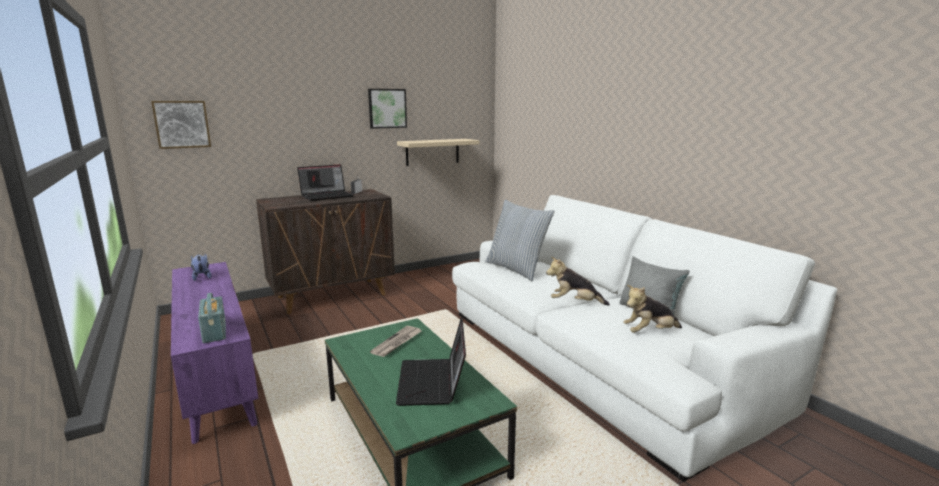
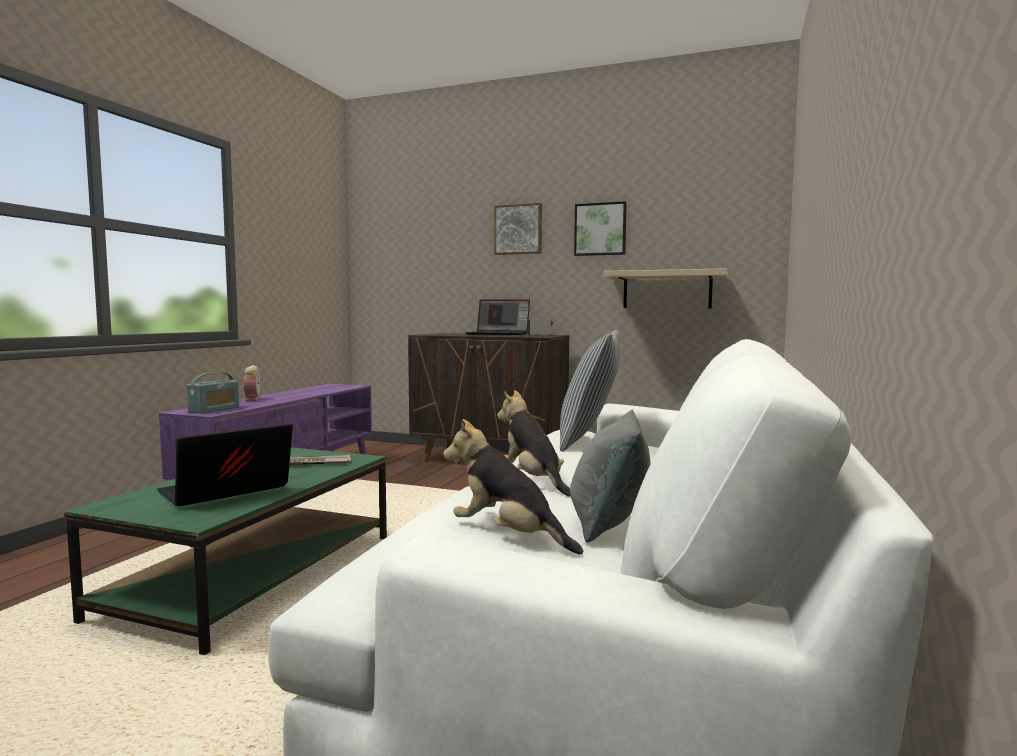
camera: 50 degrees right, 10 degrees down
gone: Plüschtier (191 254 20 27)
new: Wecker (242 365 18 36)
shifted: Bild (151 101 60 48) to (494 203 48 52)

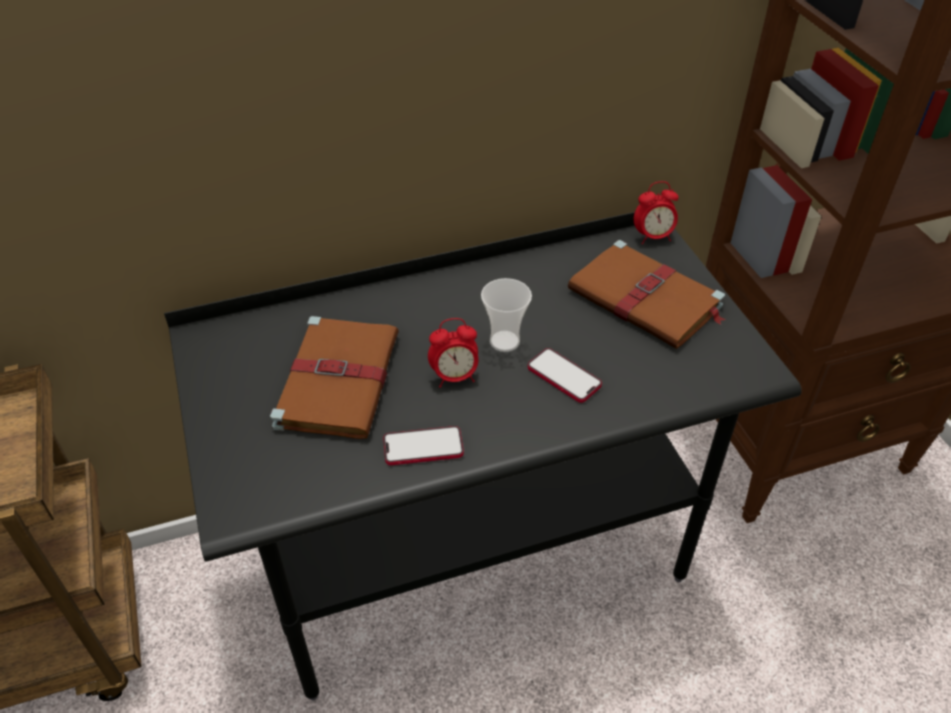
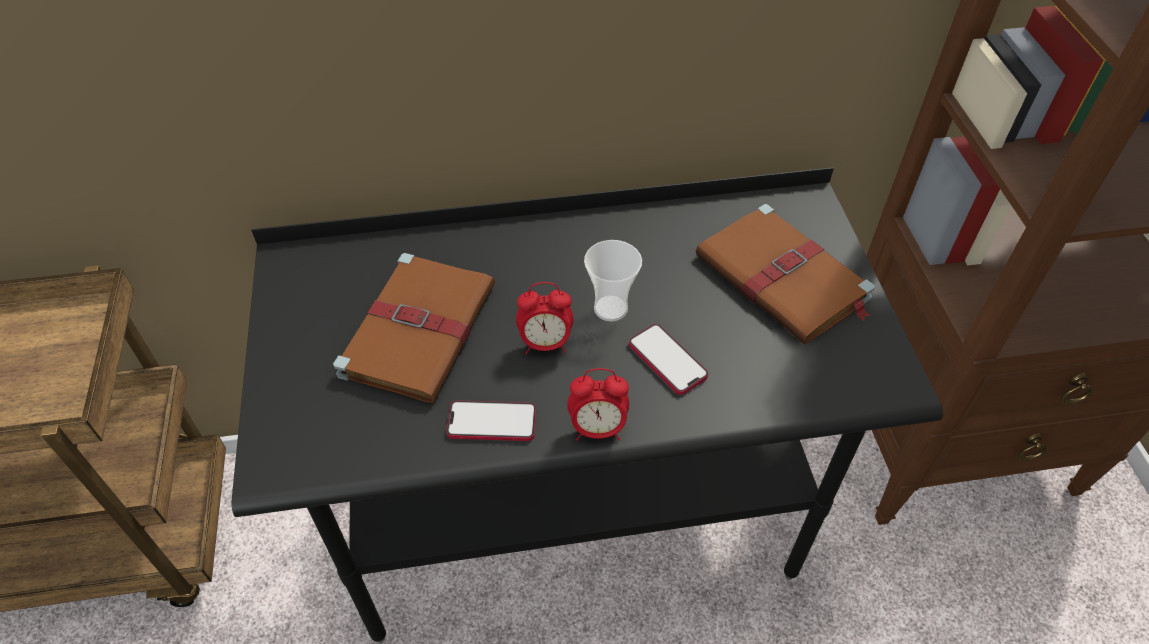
camera: 10 degrees right, 5 degrees up
shifted: Wecker (634 181 45 63) to (567 368 62 73)

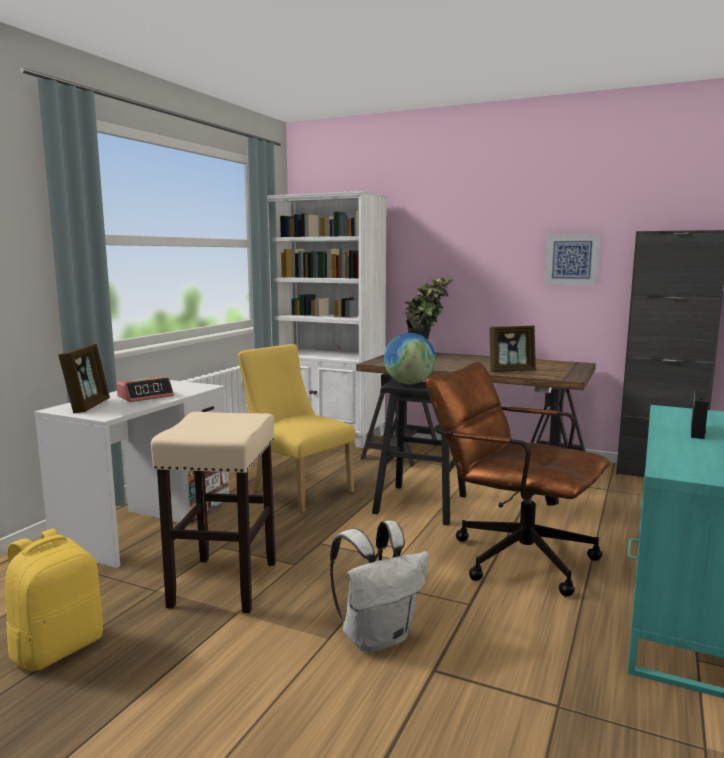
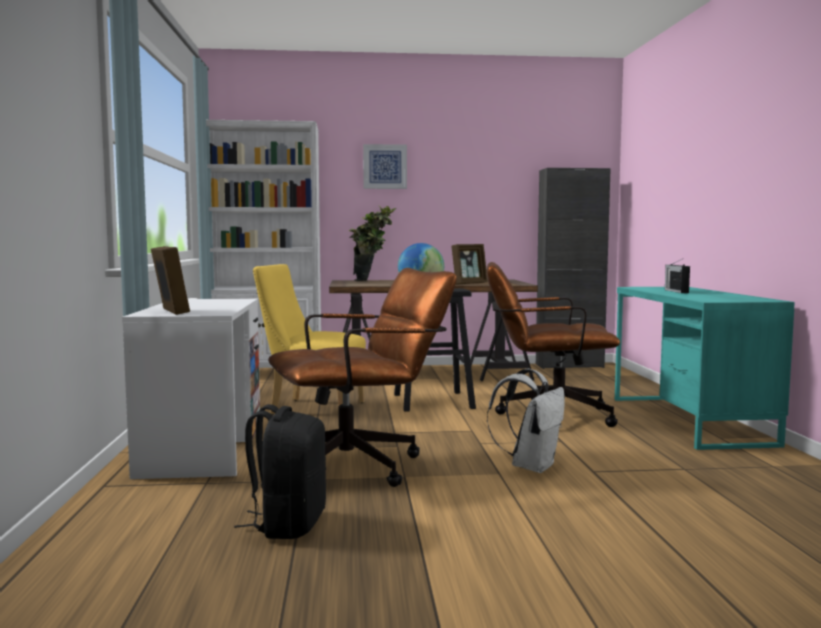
camera: 30 degrees left, 5 degrees down
gone: Wecker (117 377 57 25)
shifted: Bild (544 233 57 53) to (363 144 44 45)
swapped: Hocker/beige (151 412 125 201) to Bürostuhl/braun (268 268 189 219)
repainted: Rucksack/gelb (5 529 98 142) to Rucksack/schwarz (234 404 92 135)

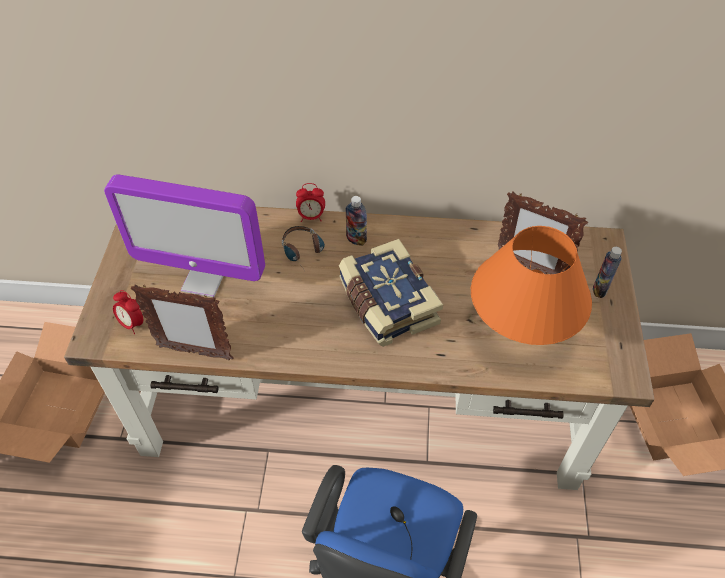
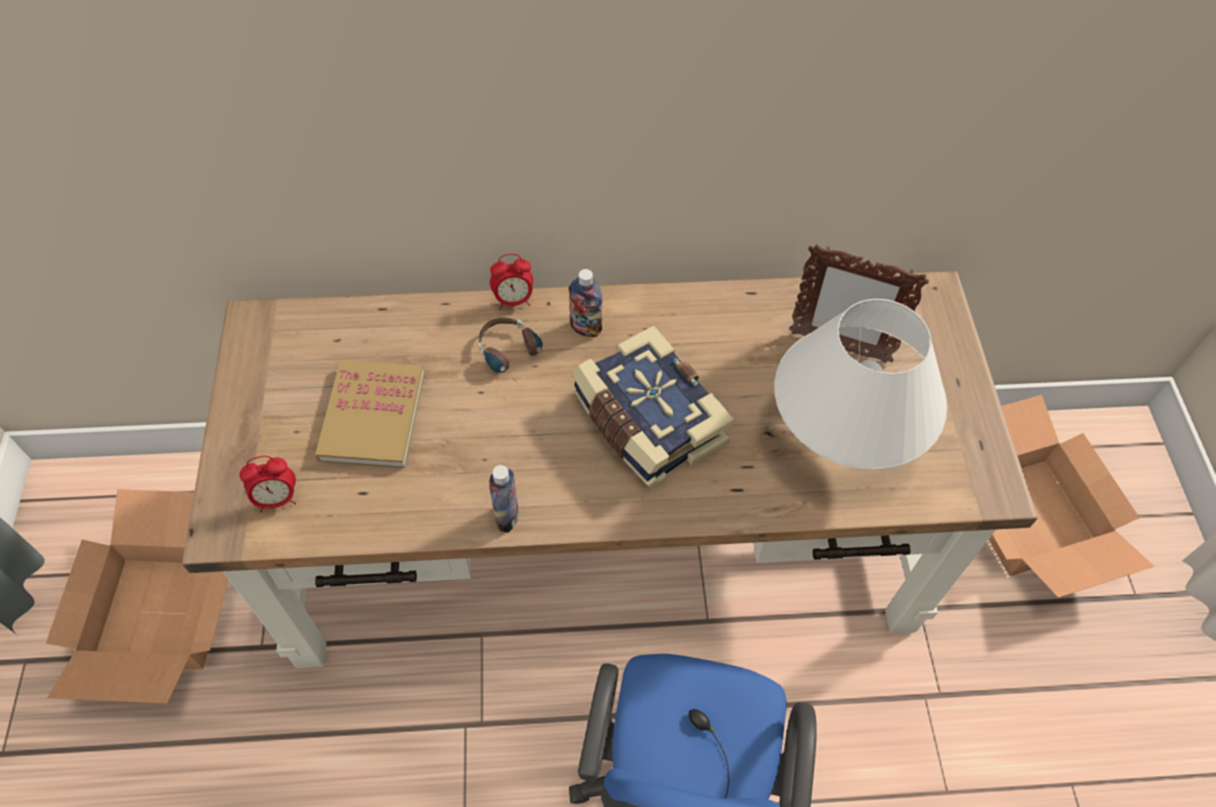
camera: 10 degrees left, 5 degrees up
gone: Bilderrahmen (130 285 104 76)
shifted: Flasche (593 247 29 51) to (489 465 30 68)
swapped: Monitor (104 174 161 123) to Buch (315 360 109 108)
repainted: Tischlampe/orange (471 226 121 119) to Tischlampe/weiß (774 299 173 171)
rotated: Wecker (113 290 30 44) = (239 456 57 57) 45 degrees counterclockwise

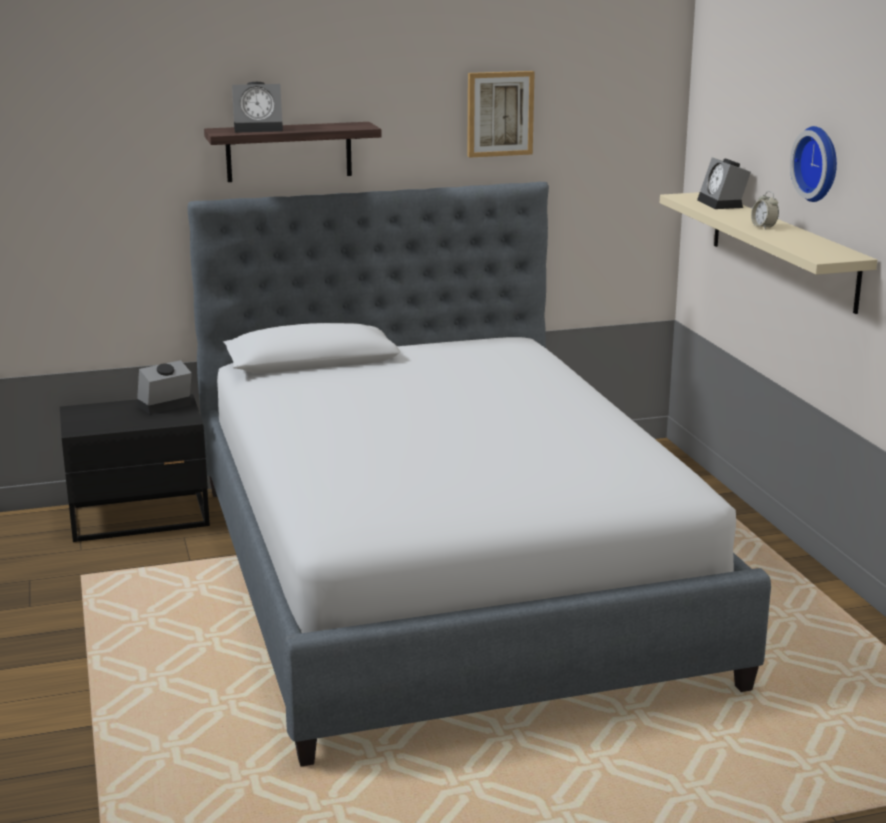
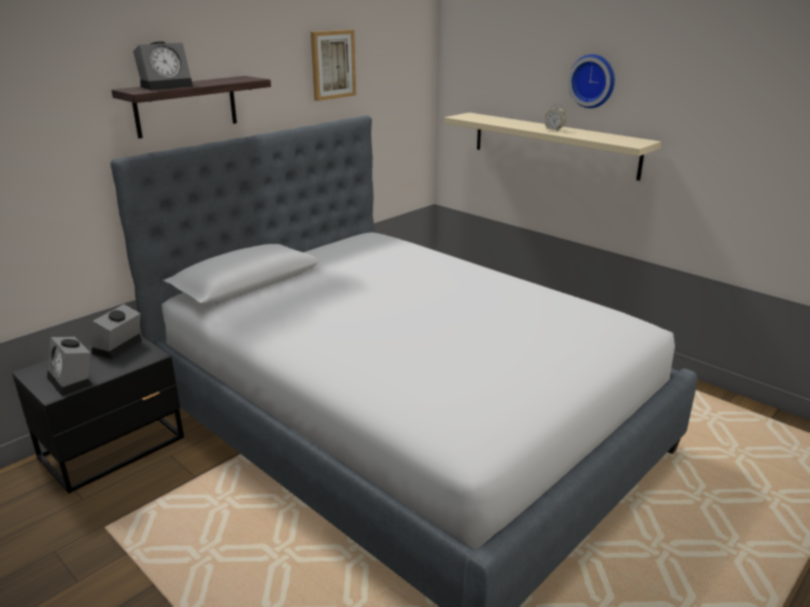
camera: 30 degrees left, 5 degrees up
shifted: Wecker (697 157 54 52) to (47 337 45 59)

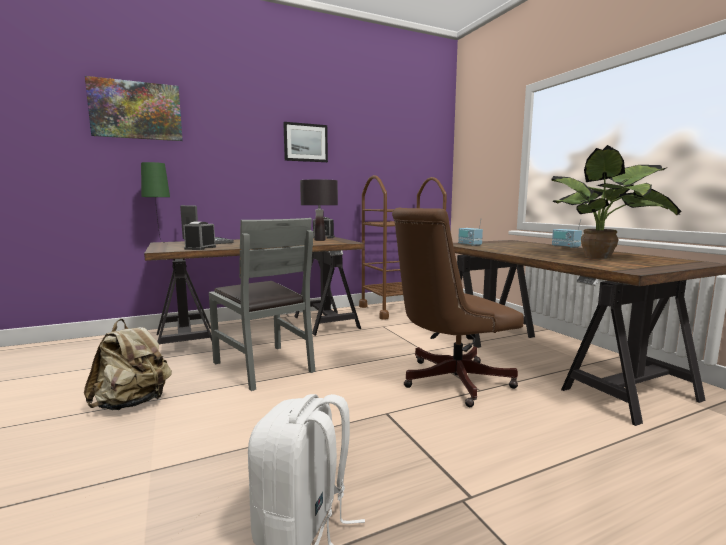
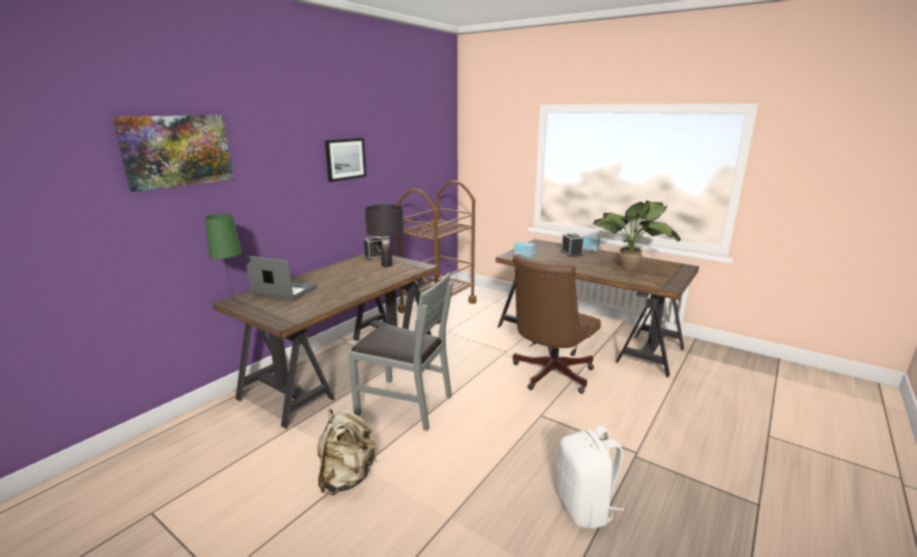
camera: 30 degrees left, 10 degrees up
shifted: Wecker (183 222 33 28) to (561 233 23 24)

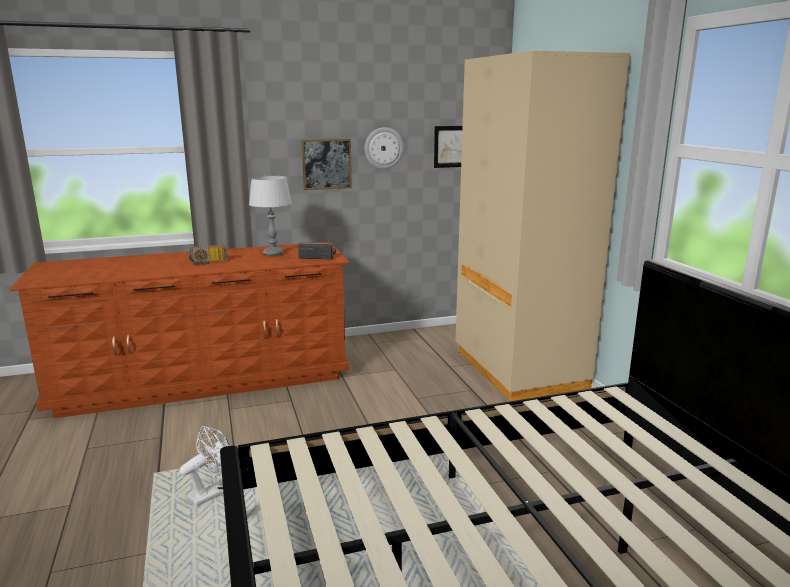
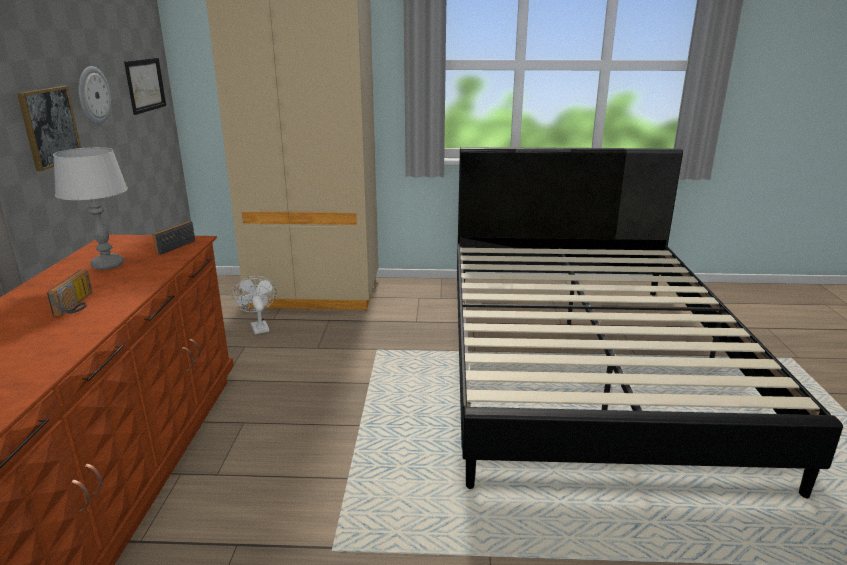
camera: 70 degrees left, 5 degrees up
shifted: Ventilator/weiß (180 426 51 80) to (233 276 43 58)

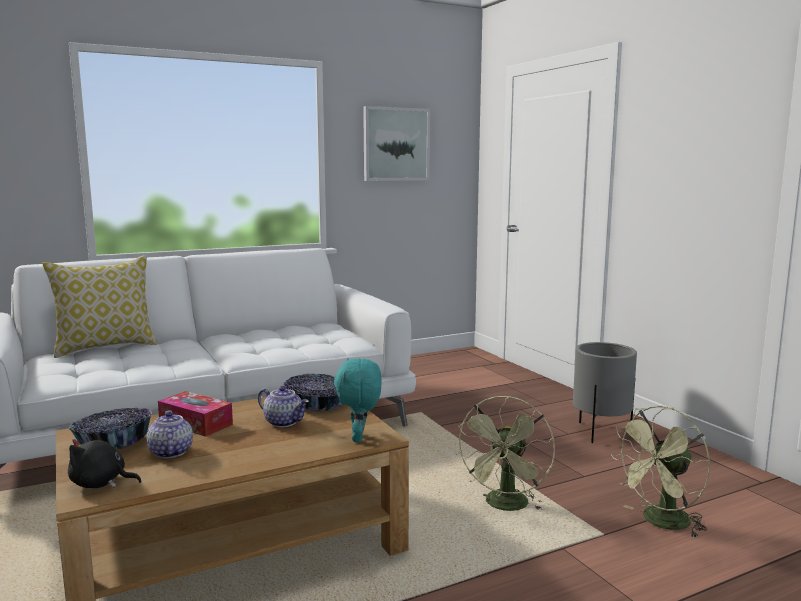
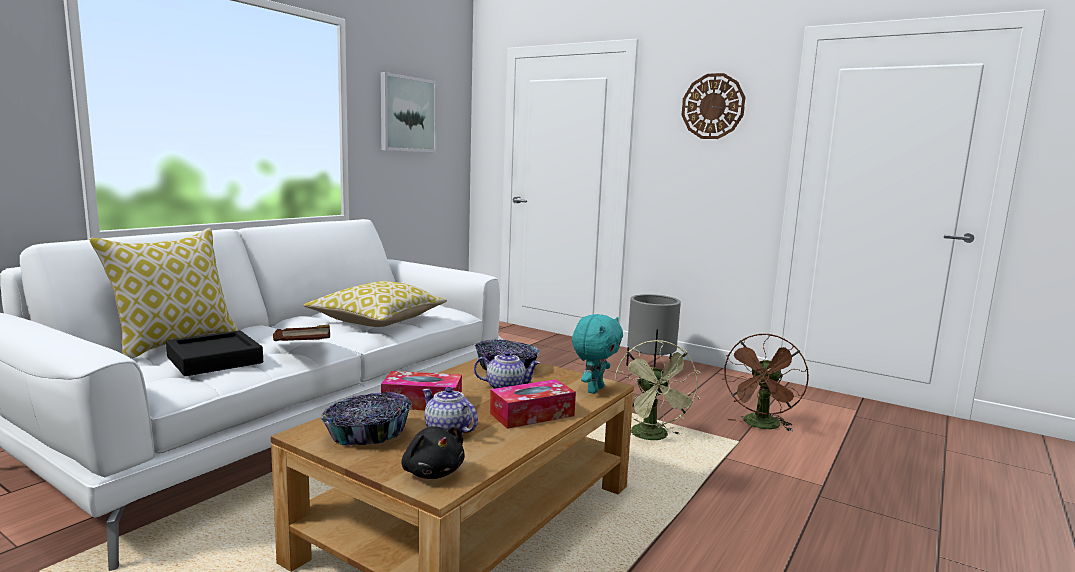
camera: 30 degrees left, 0 degrees up
new: Tablett/schwarz (166 330 97 46); Buch/braun (273 324 57 17); Kissen (304 281 143 46); Taschentuchbox (490 379 86 50); Wanduhr (682 73 63 66)
repainted: Ventilator/grün (611 406 99 133) to Ventilator/braun (723 334 86 98)
rotated: Plüschtier/schwarz (68 431 74 57) = (402 426 63 53) 105 degrees counterclockwise; Plüschtier/türkis (334 358 47 85) = (572 314 51 80) 120 degrees counterclockwise

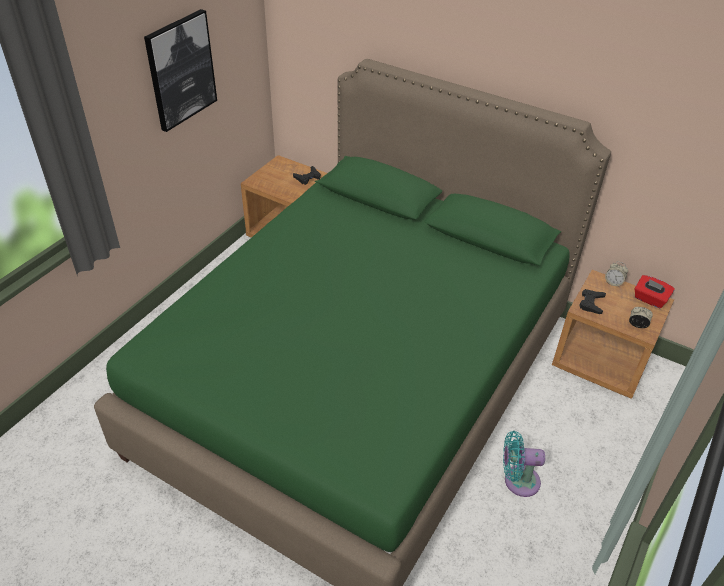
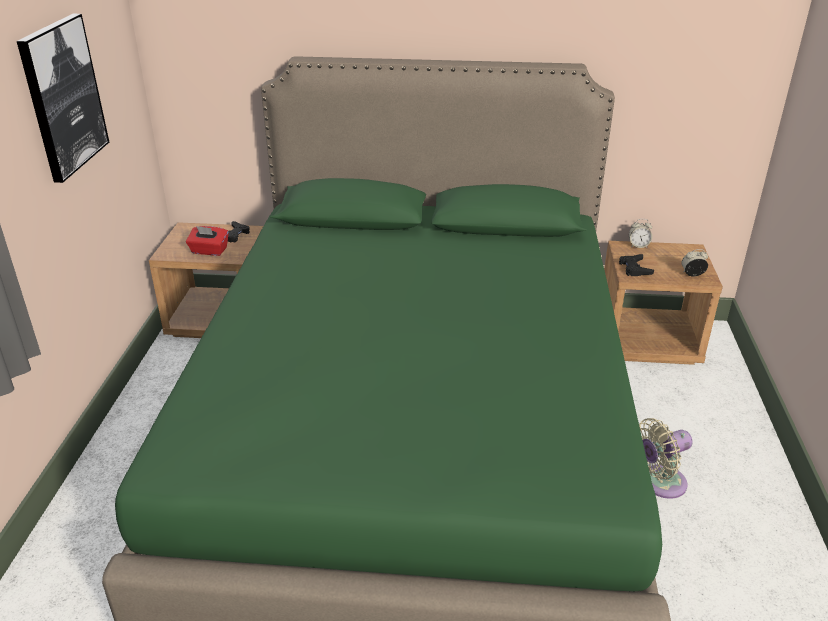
camera: 25 degrees left, 10 degrees down
shifted: Taschentuchbox/rot (634 275 41 33) to (186 226 43 30)
repainted: Ventilator/türkis (503 431 42 66) to Ventilator/beige (639 418 54 81)

